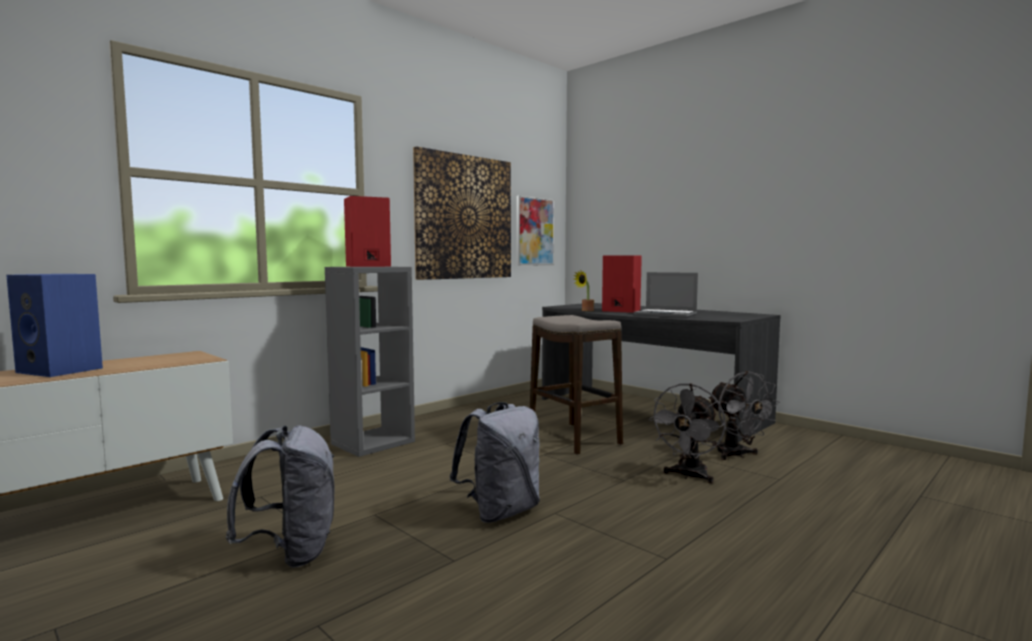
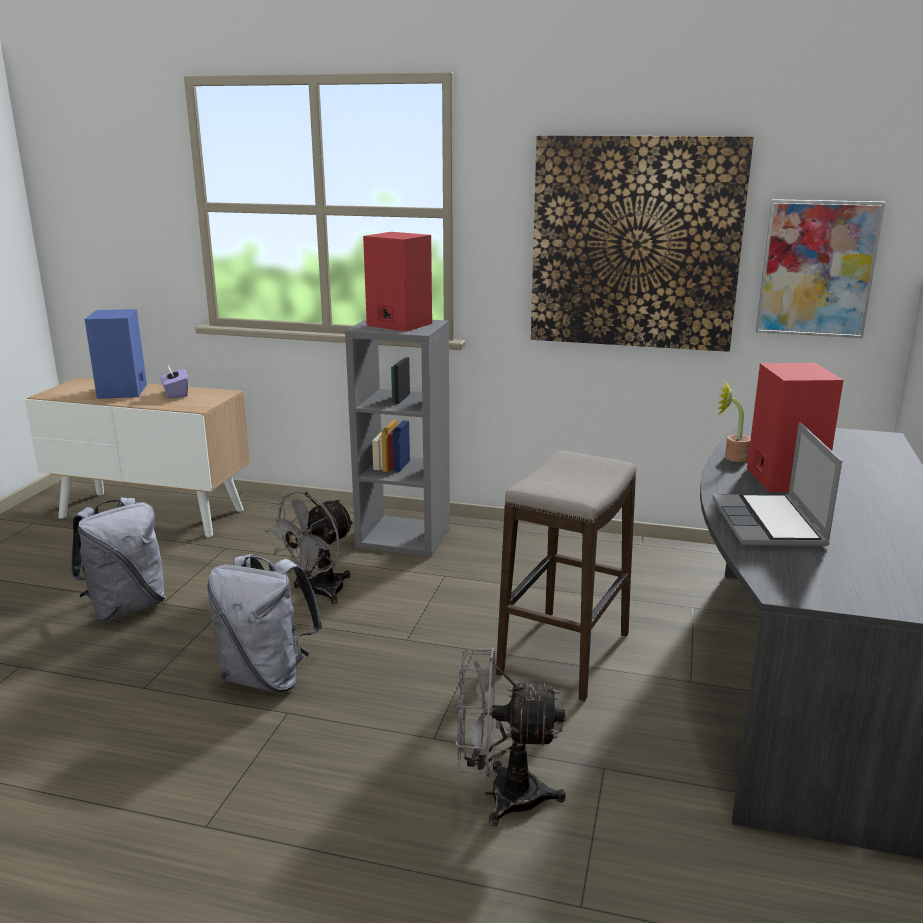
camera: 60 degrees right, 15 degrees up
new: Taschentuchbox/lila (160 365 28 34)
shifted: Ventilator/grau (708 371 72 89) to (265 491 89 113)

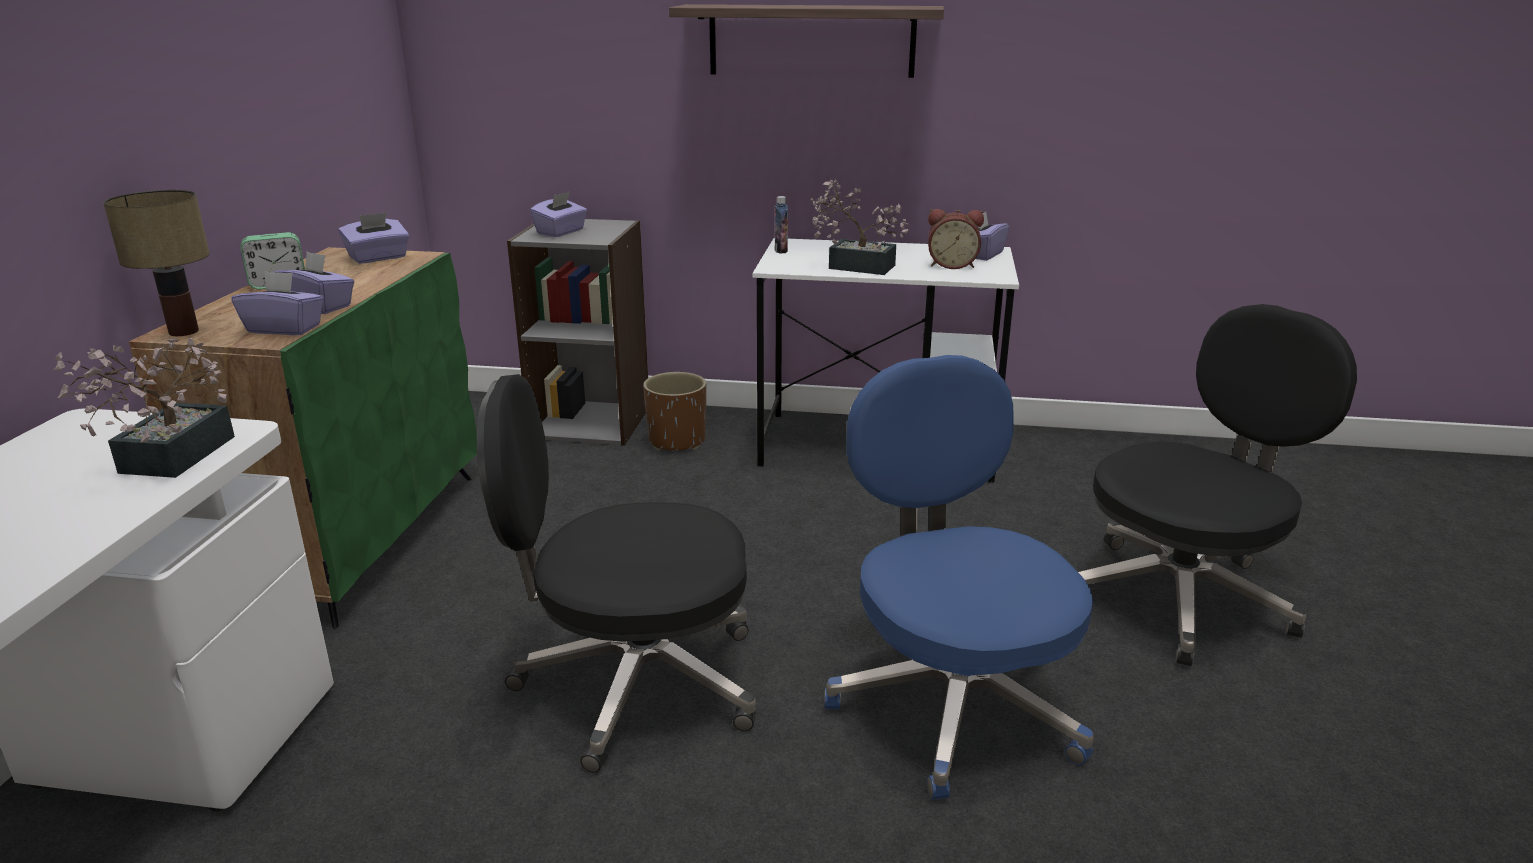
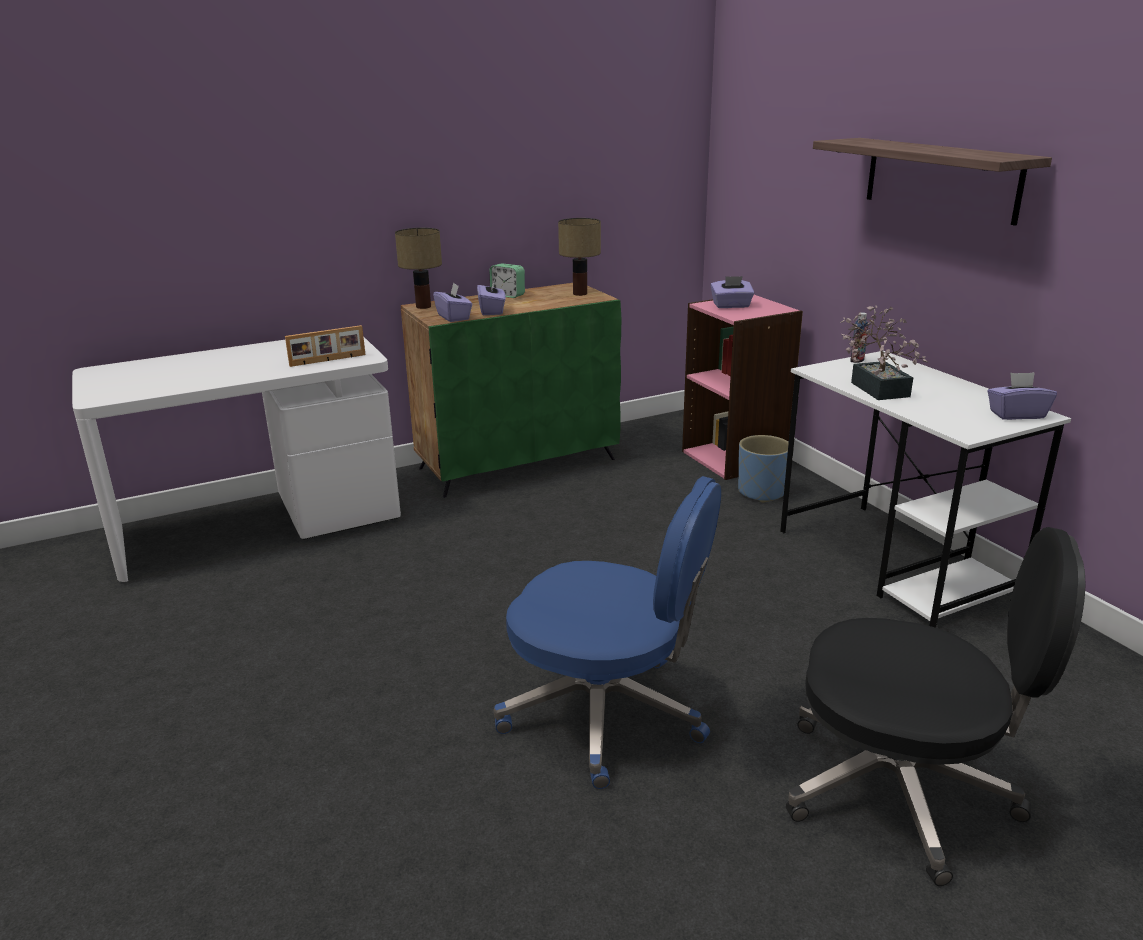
camera: 55 degrees right, 0 degrees up
gone: Bürostuhl/schwarz (476 374 280 399); Wecker (928 209 56 60)
swapped: Topfpflanze (54 338 181 140) to Bilderrahmen (285 325 81 42); Taschentuchbox/lila (339 212 70 52) to Tischlampe (558 218 43 78)
repainted: Bücherregal/grau (507 219 141 227) to Bücherregal/rosa (682 295 121 185); Pflanzkübel/braun (643 372 63 79) to Pflanzkübel/blau (738 435 51 68)
rotated: Bürostuhl/blau (824 355 270 445) = (494 476 227 313) 75 degrees clockwise

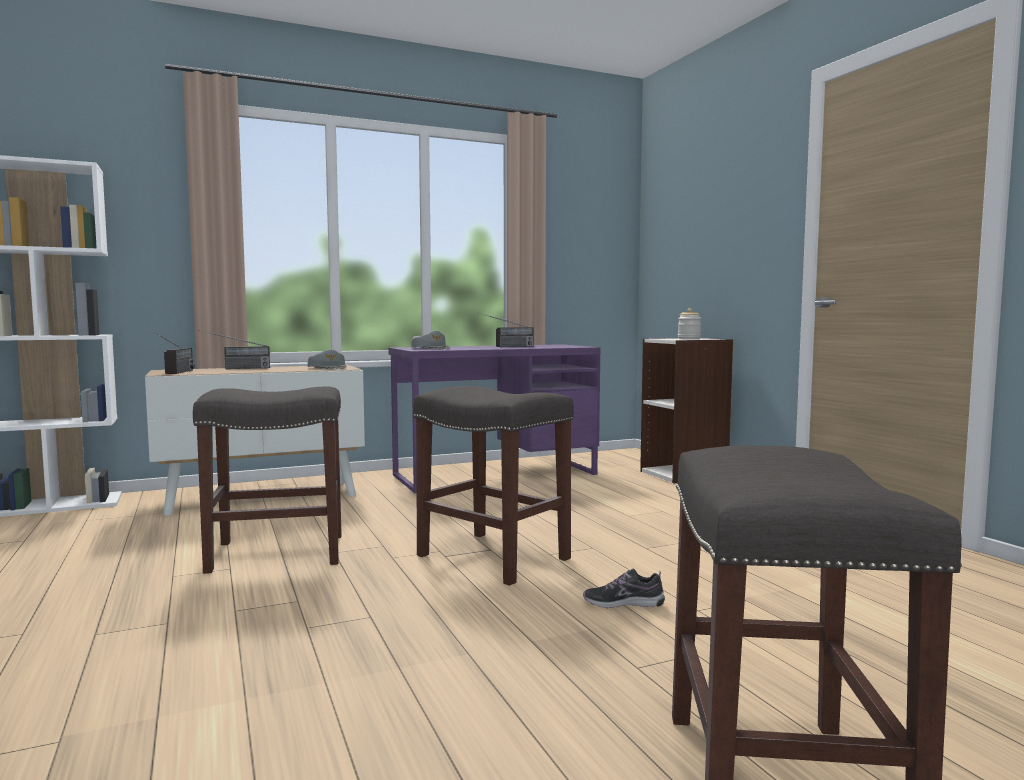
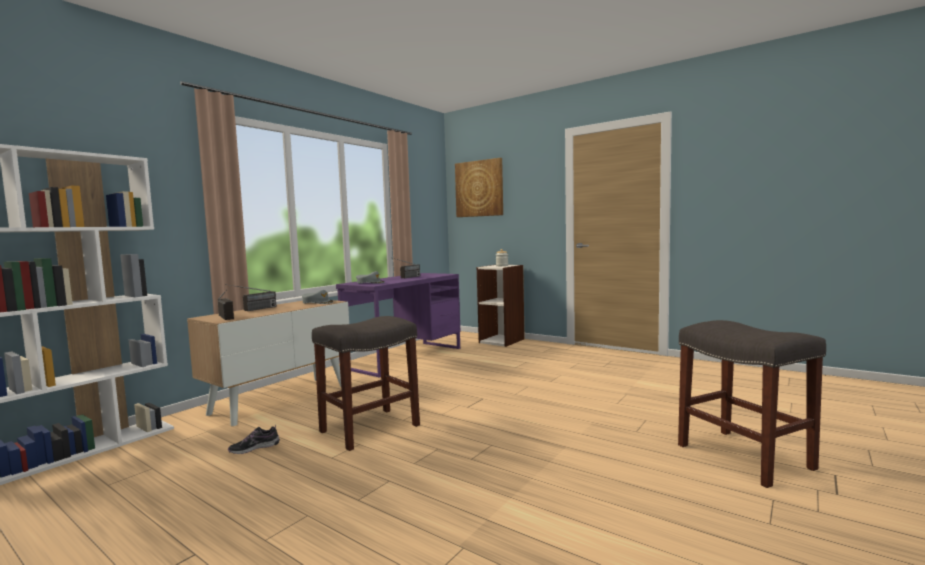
camera: 30 degrees left, 0 degrees up
gone: Hocker/grau (414 386 160 200)
new: Bild (455 158 48 59)
shifted: Schuh (583 569 82 39) to (228 425 52 29)

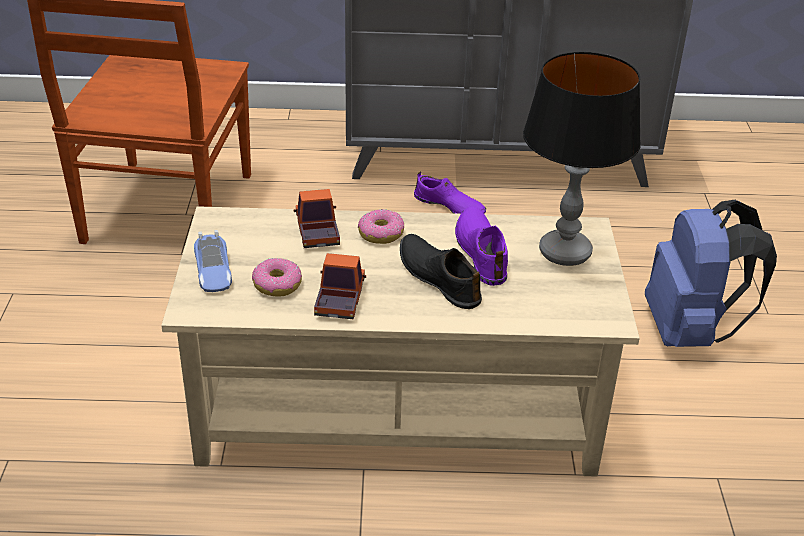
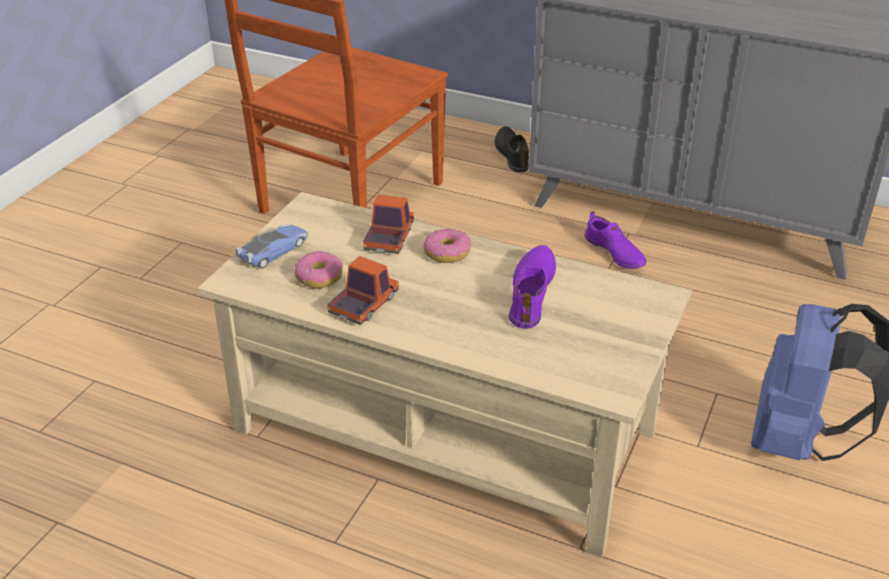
camera: 25 degrees right, 0 degrees up
gone: Tischlampe (523 52 118 214)
shifted: Schuh/schwarz (400 234 82 75) to (494 126 35 46)
rotated: Spielzeugauto (194 230 38 62) = (236 225 72 43) 150 degrees counterclockwise

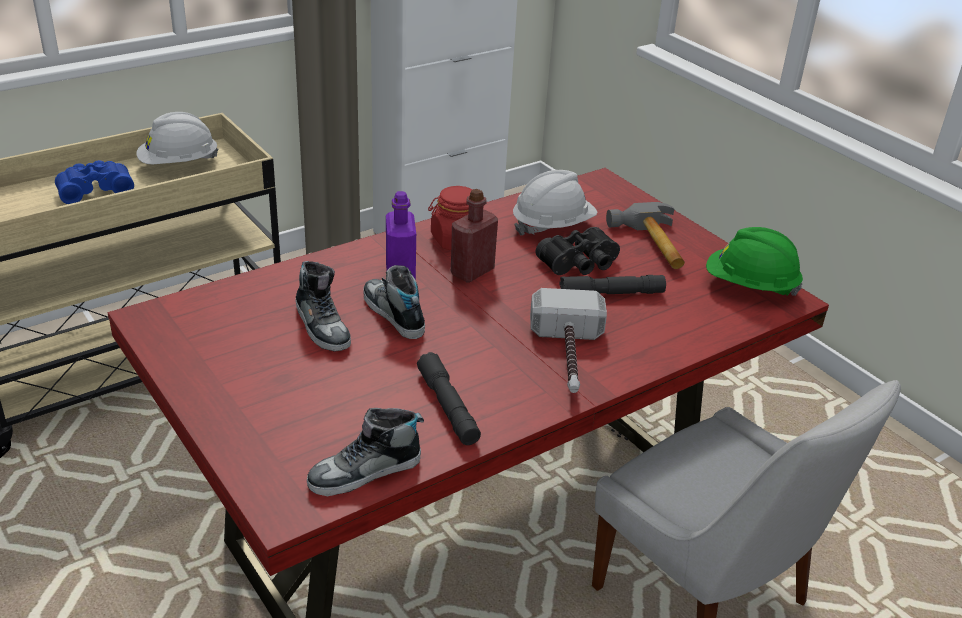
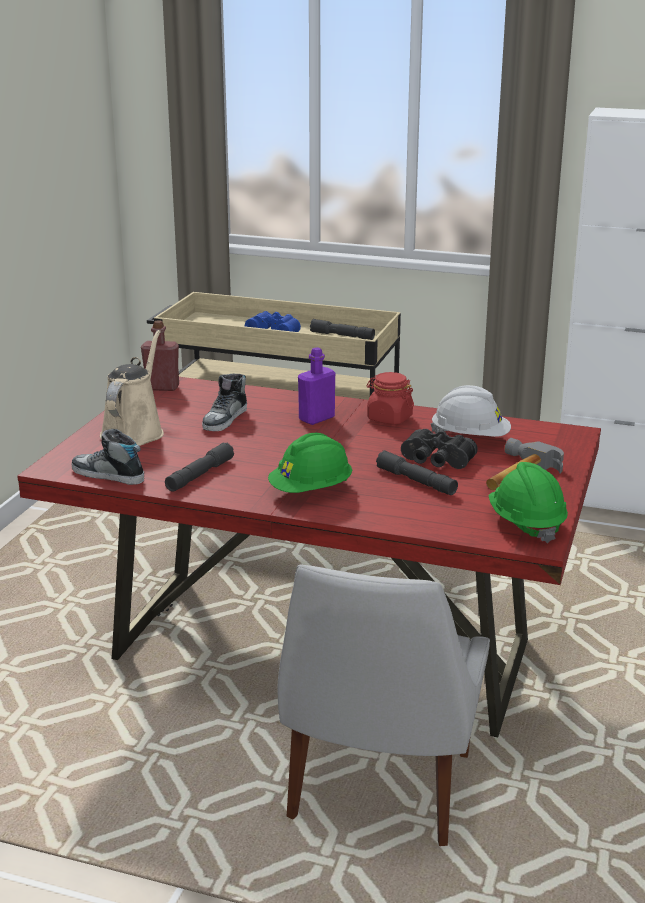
camera: 55 degrees right, 10 degrees down
gone: Schuh (363 265 62 74)
new: Gießkanne/beige (100 330 64 116)
shifted: Flasche/rot (451 189 47 94) to (141 320 38 71)
swapped: Schutzhelm/weiß (136 112 82 52) to Taschenlampe/grau (310 319 65 21); Hammer (530 288 77 105) to Schutzhelm/grün (268 433 84 60)

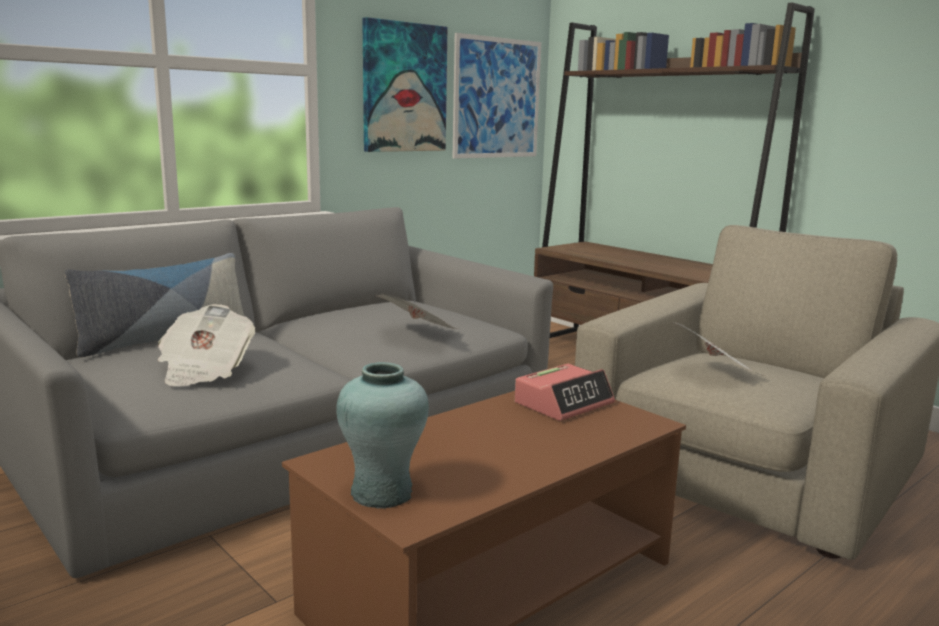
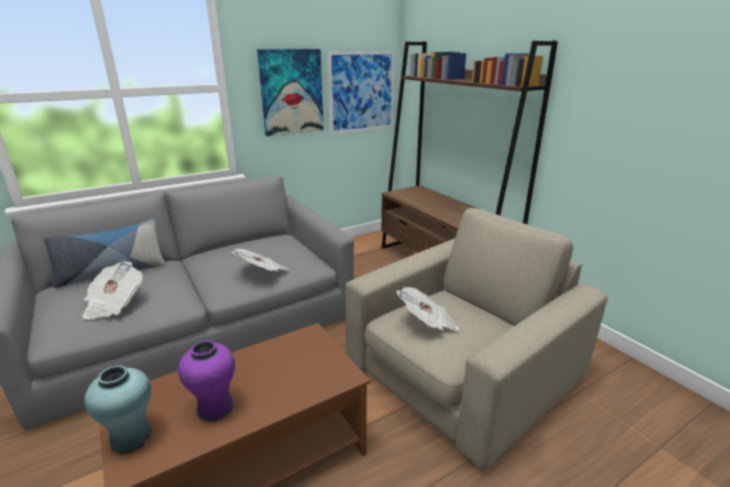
camera: 10 degrees right, 10 degrees up
gone: Wecker (515 364 100 57)
new: Vase/lila (178 340 57 82)

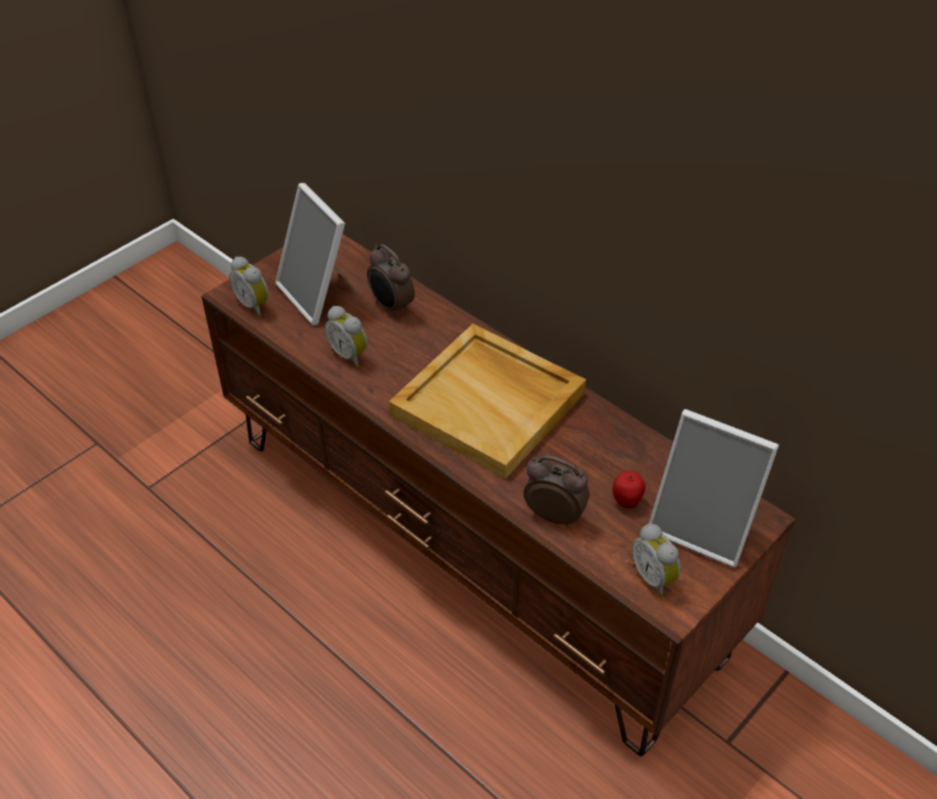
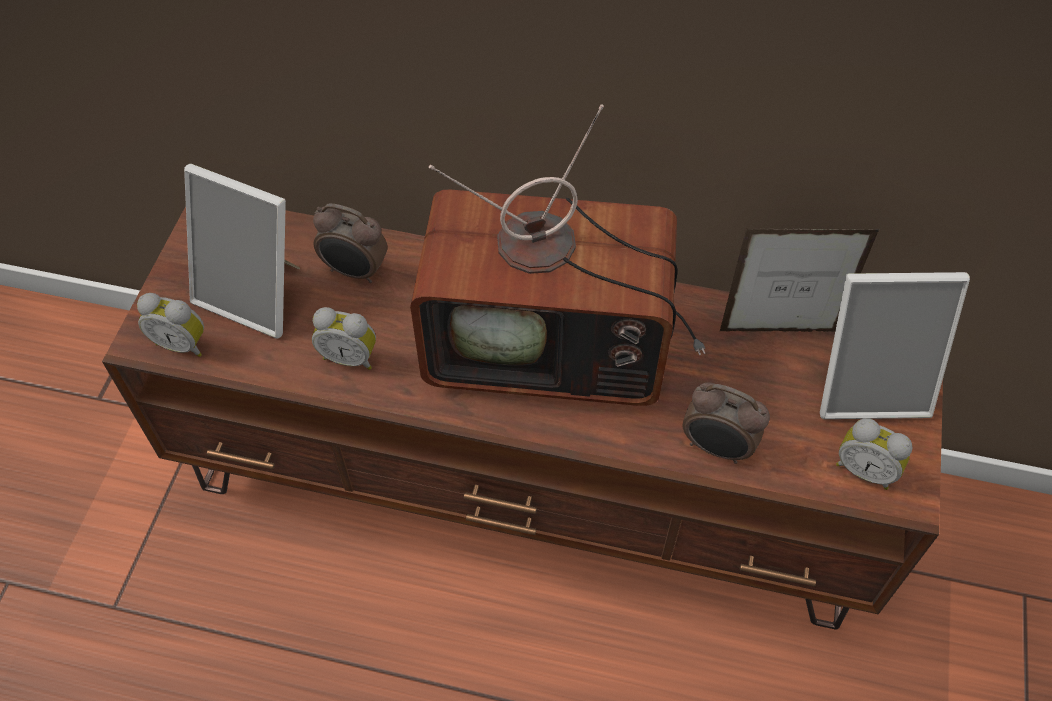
camera: 30 degrees left, 10 degrees up
gone: Apfel (613 471 33 37)
new: Bilderrahmen (720 229 160 103)
swapped: Tablett/beige (389 324 197 155) to Fernseher (410 104 295 302)
rotated: Wecker (523 455 66 73) = (683 382 87 82) 150 degrees counterclockwise

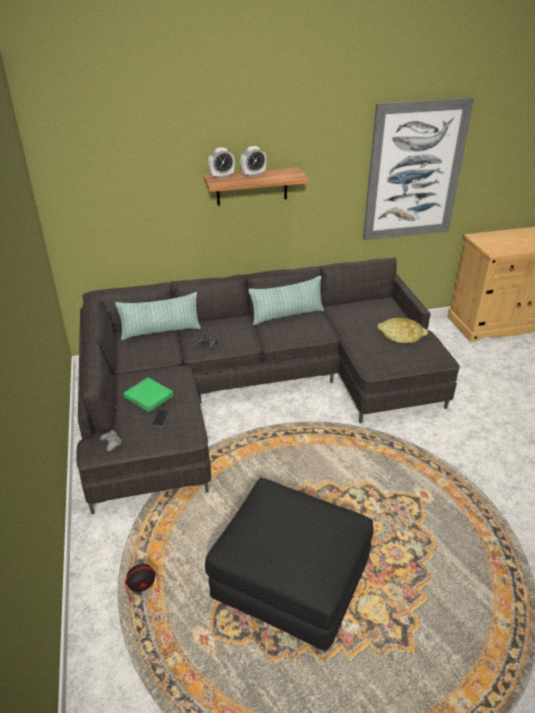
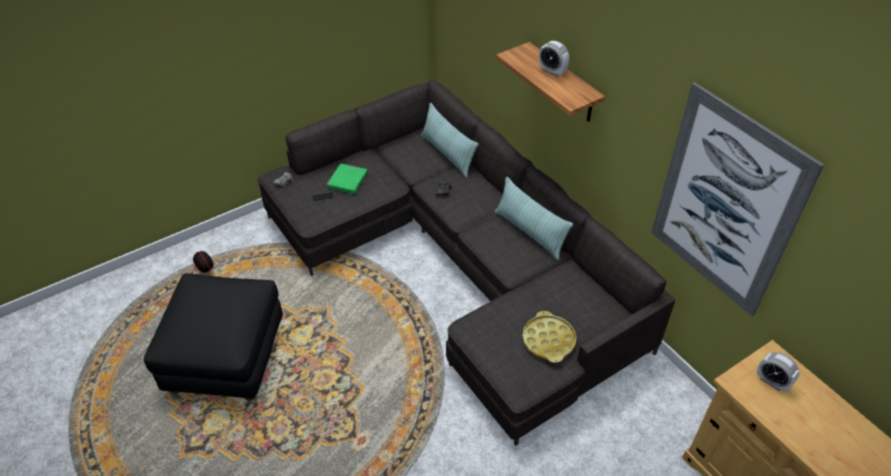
camera: 70 degrees right, 10 degrees up
shifted: Wecker (208 147 27 32) to (757 352 42 40)

